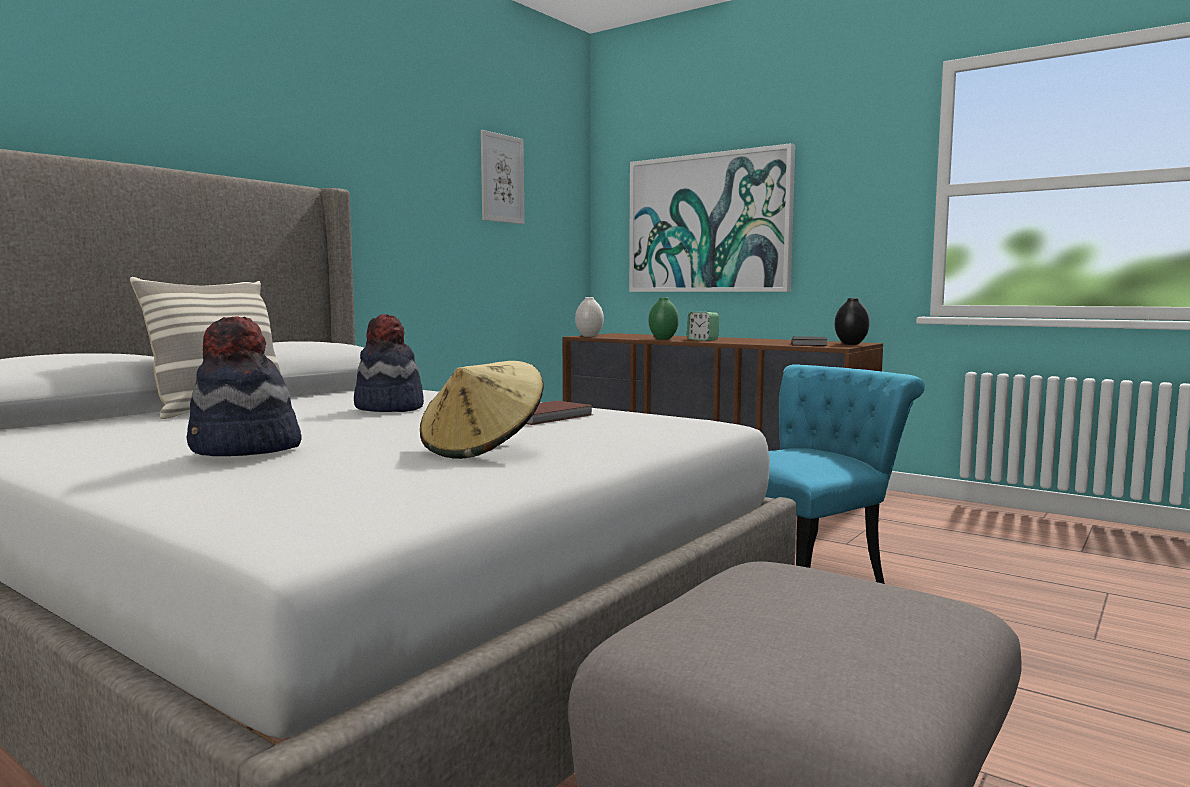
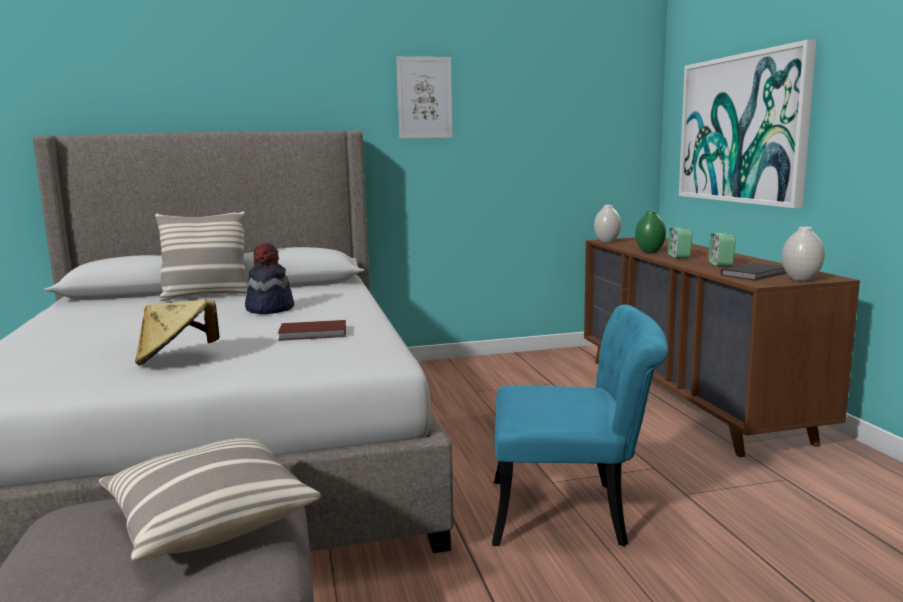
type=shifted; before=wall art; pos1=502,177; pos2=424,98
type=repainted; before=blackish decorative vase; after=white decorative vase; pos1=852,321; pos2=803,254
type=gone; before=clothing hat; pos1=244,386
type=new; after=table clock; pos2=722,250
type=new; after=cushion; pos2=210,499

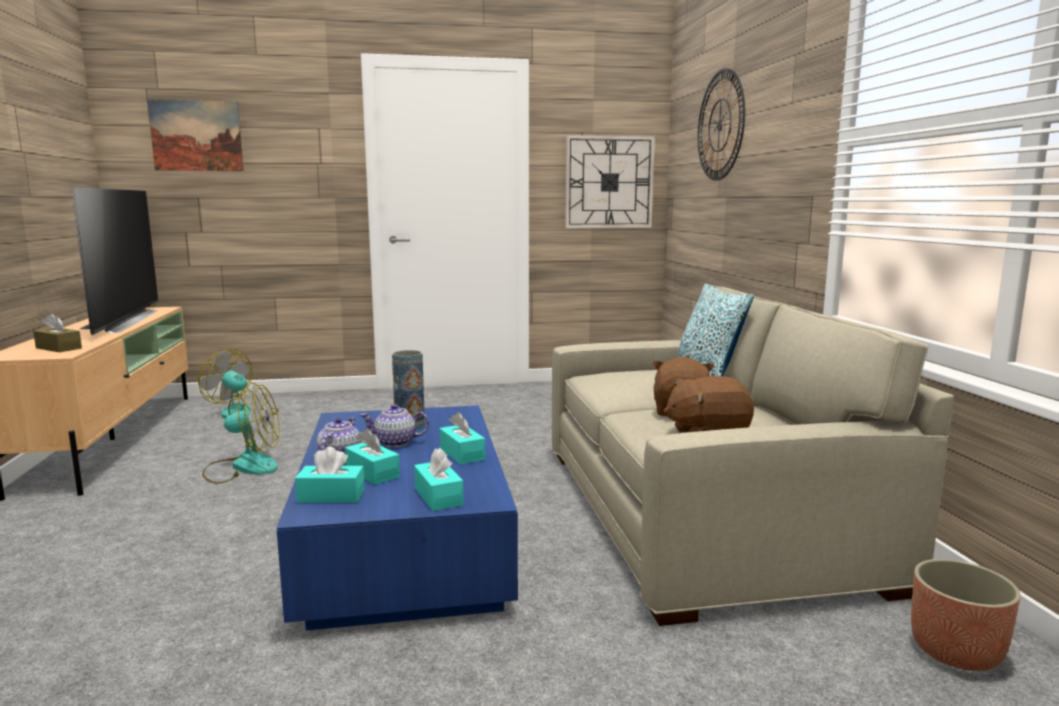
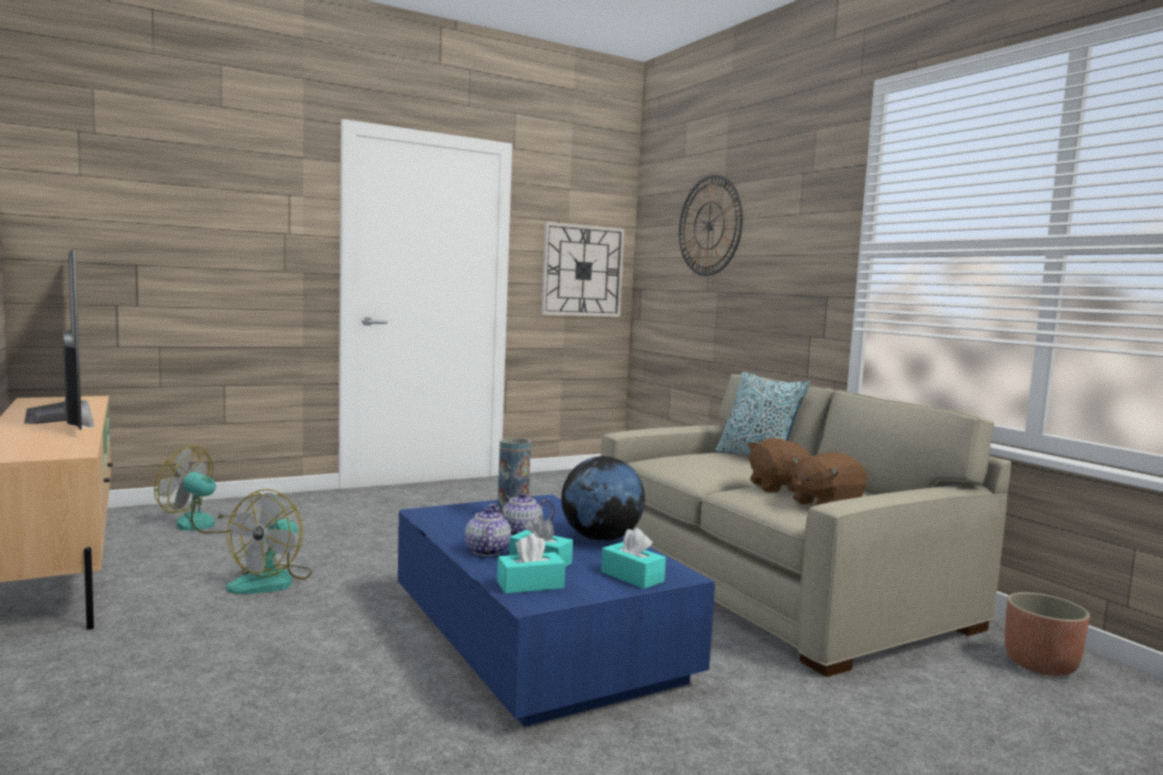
type=gone; before=wall art; pos1=195,135
type=gone; before=brown-coloured box of tissues; pos1=57,333
type=rotated; before=fan; pos1=240,433; pos2=269,541; turn=135
type=swapped; before=turquoise-coloured box of tissues; after=world globe; pos1=462,438; pos2=603,498

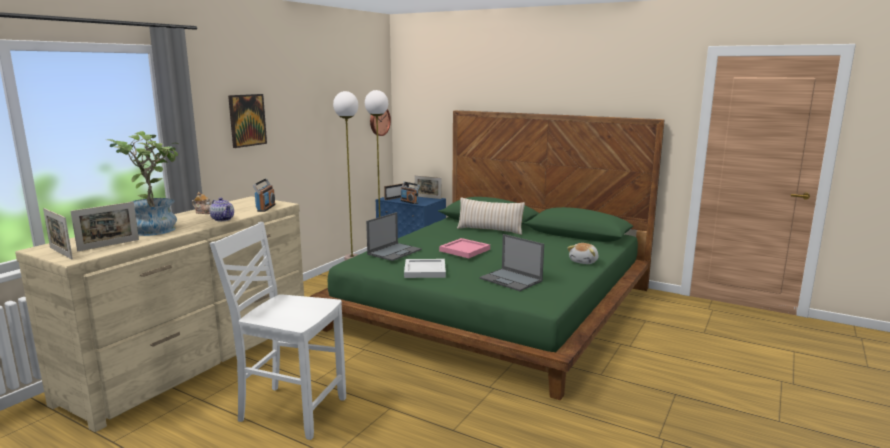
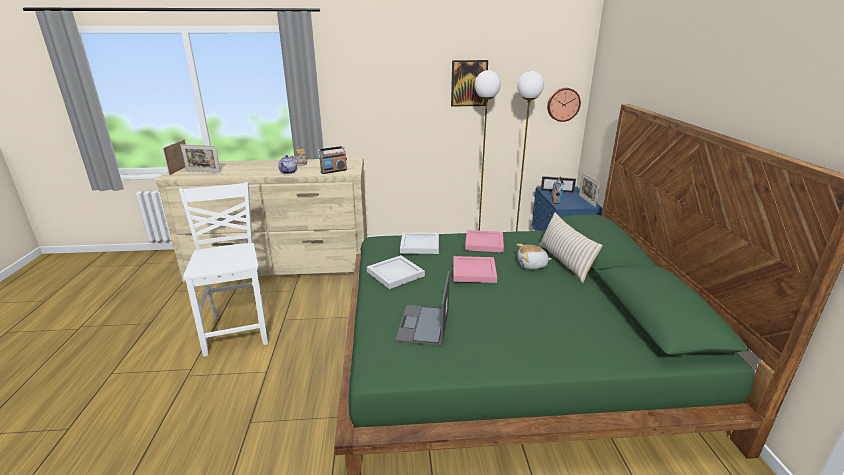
type=shifted; before=wall art; pos1=247,121; pos2=469,83
type=gone; before=houseplant; pos1=143,183
type=swapped; before=laptop; after=white tray; pos1=394,236; pos2=419,243
type=shifted; before=plush toy; pos1=583,253; pos2=534,256
type=new; after=pinkish tray; pos2=484,241

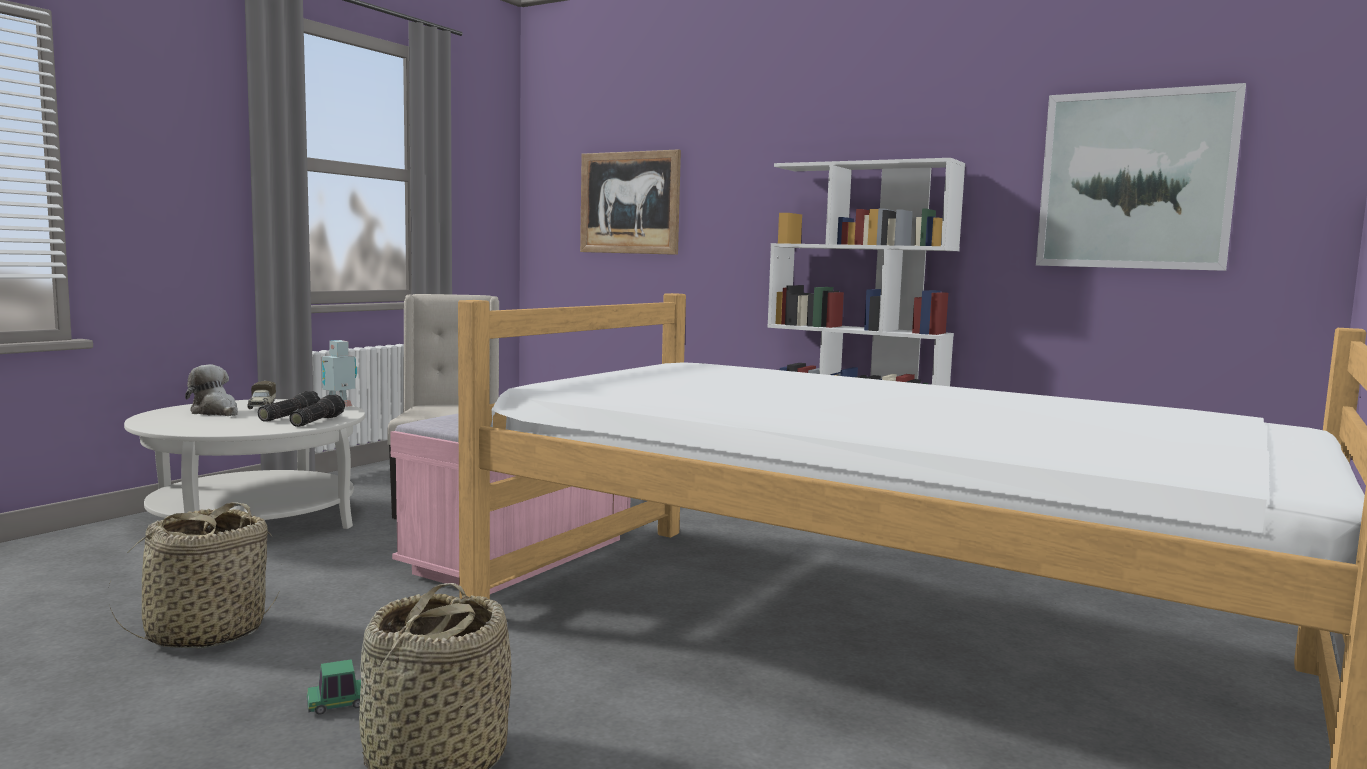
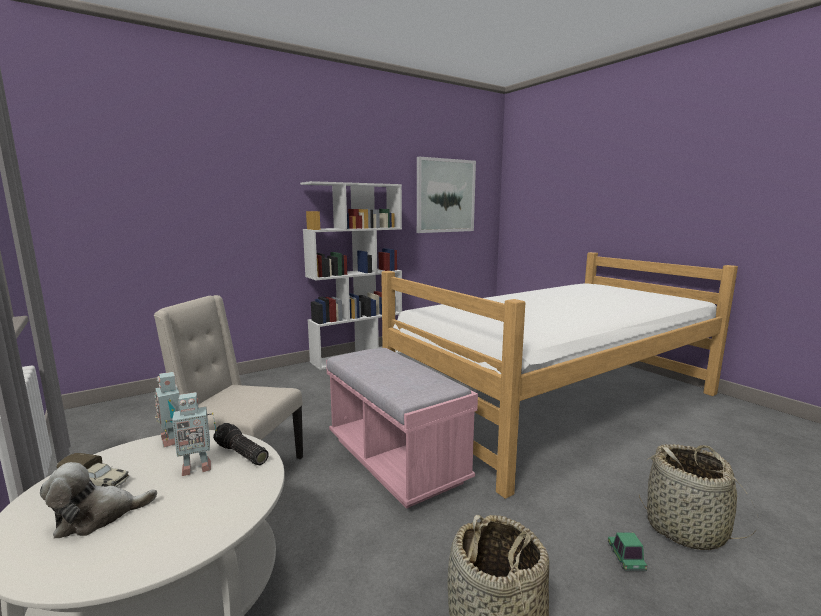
type=gone; before=wall art; pos1=630,202
type=swapped; before=hand torch; after=robot figure; pos1=289,406; pos2=191,434

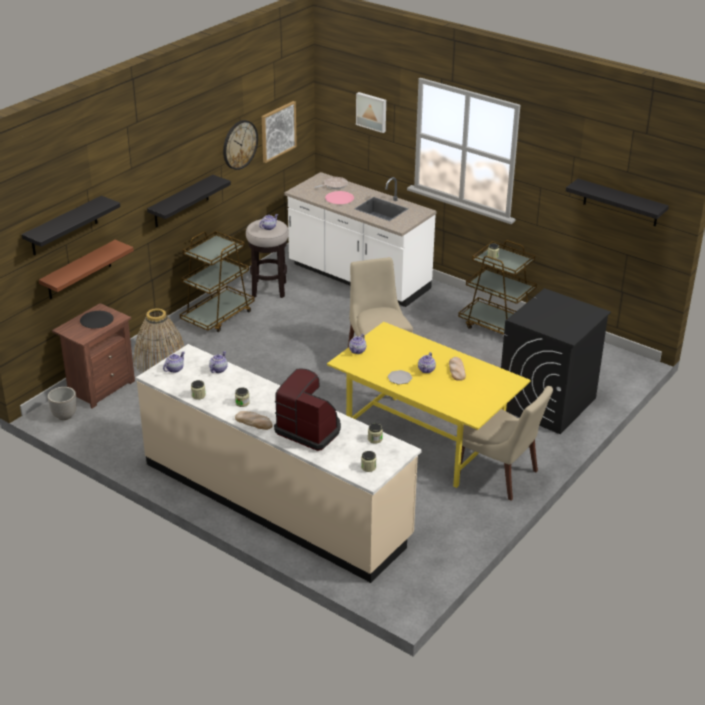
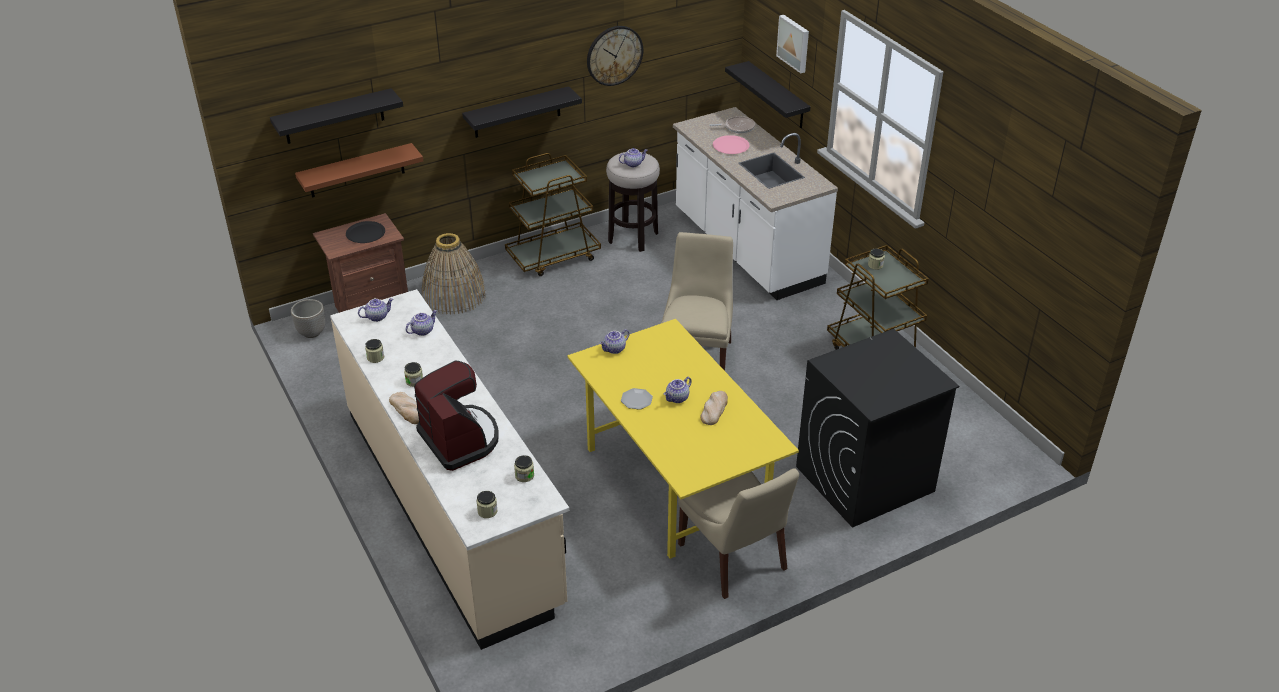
type=gone; before=wall art; pos1=279,132
type=shifted; before=blackish bracket shelf; pos1=617,203; pos2=767,94

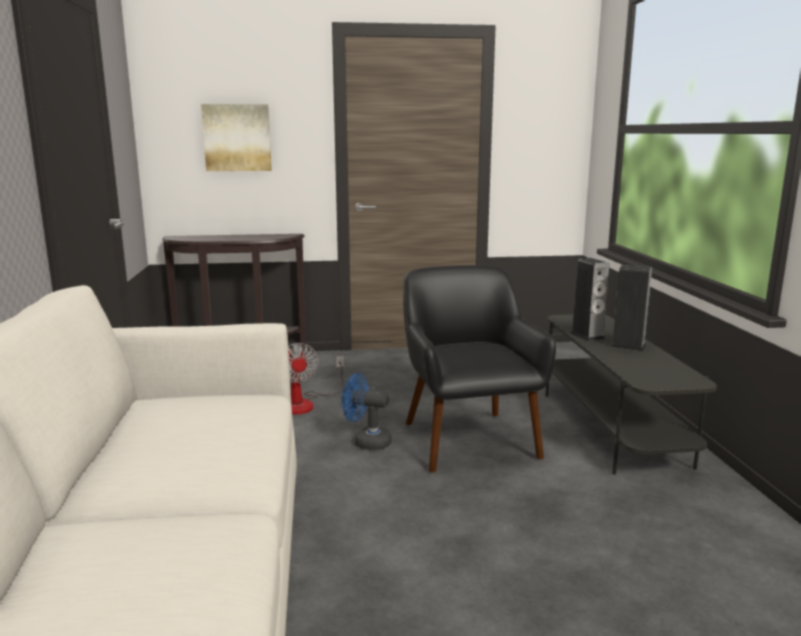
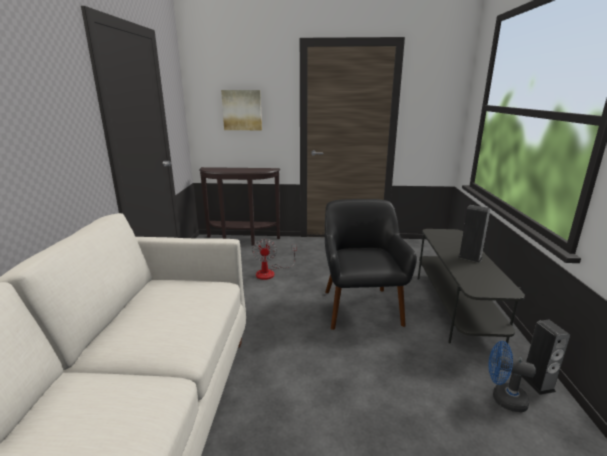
type=shifted; before=loudspeaker; pos1=590,299; pos2=546,357
type=shifted; before=blue fan; pos1=367,411; pos2=512,377

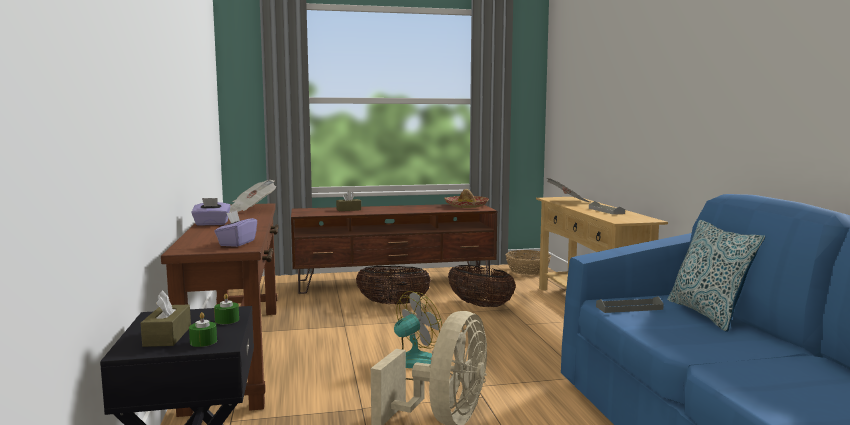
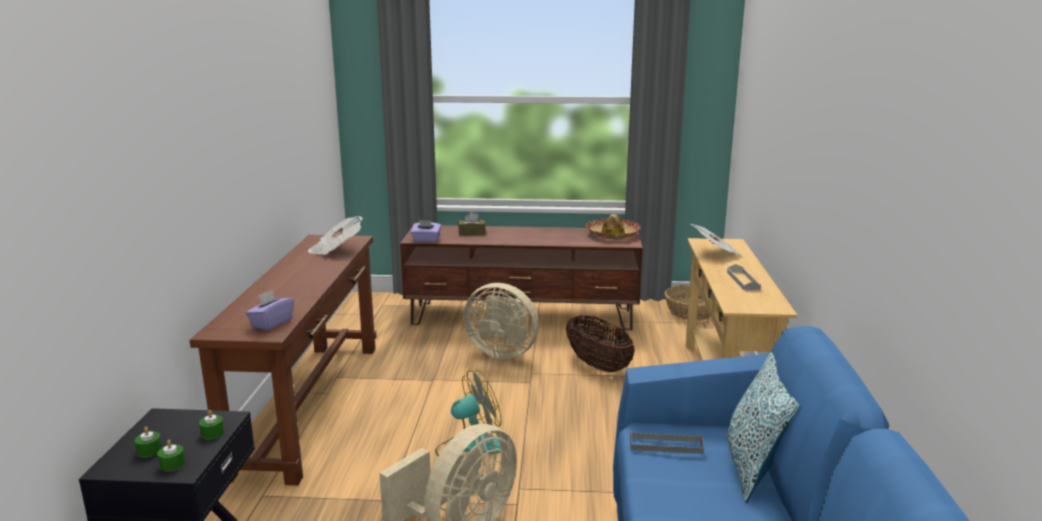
type=shifted; before=purple box of tissues; pos1=211,212; pos2=426,231
type=swapped; before=basket; after=sand-coloured fan; pos1=393,285; pos2=501,321
type=swapped; before=brown-coloured box of tissues; after=green-coloured wax candle; pos1=166,318; pos2=148,442

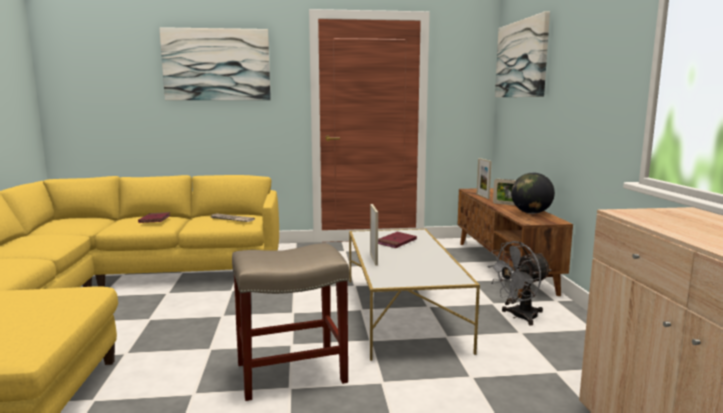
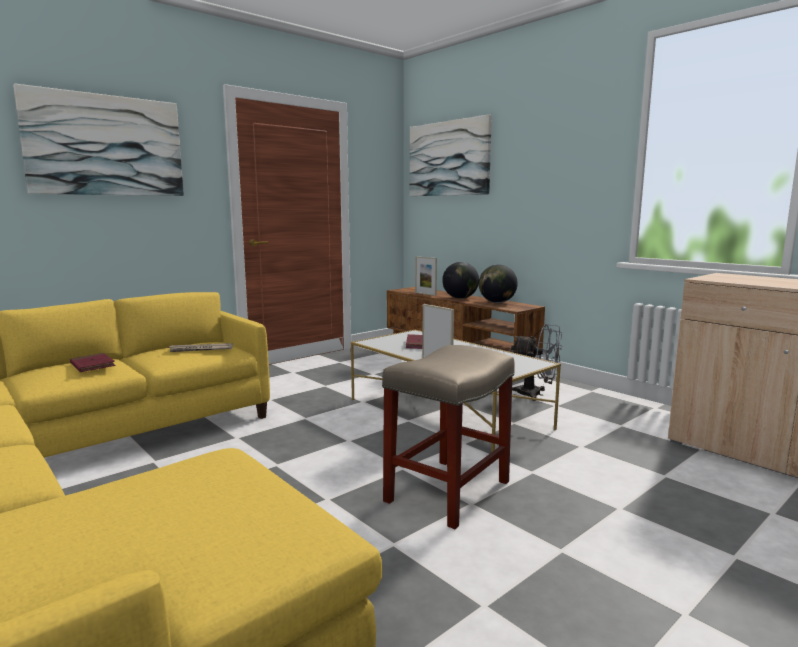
type=swapped; before=photo frame; after=world globe; pos1=504,192; pos2=460,280
type=rotated; before=greyish fan; pos1=519,283; pos2=536,362; turn=-90

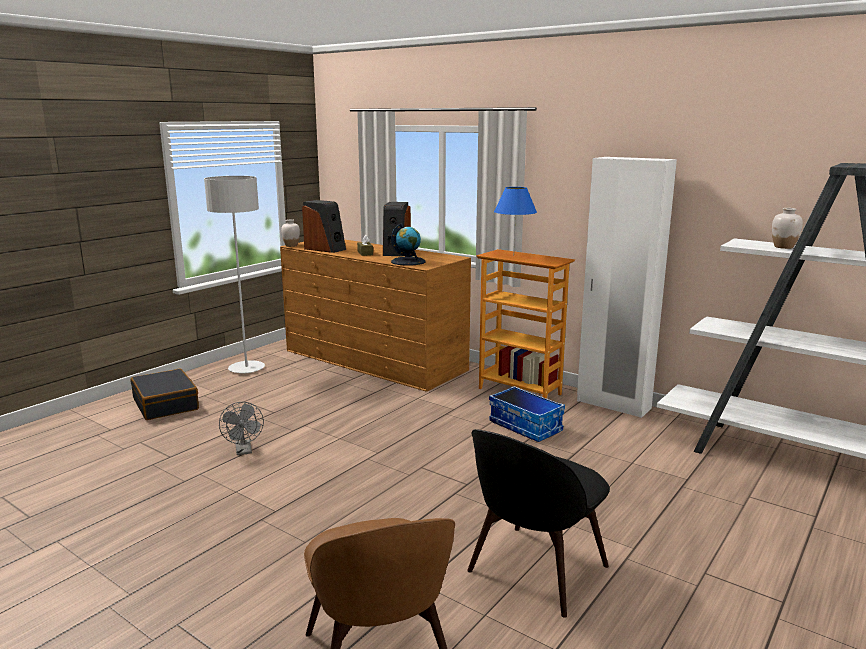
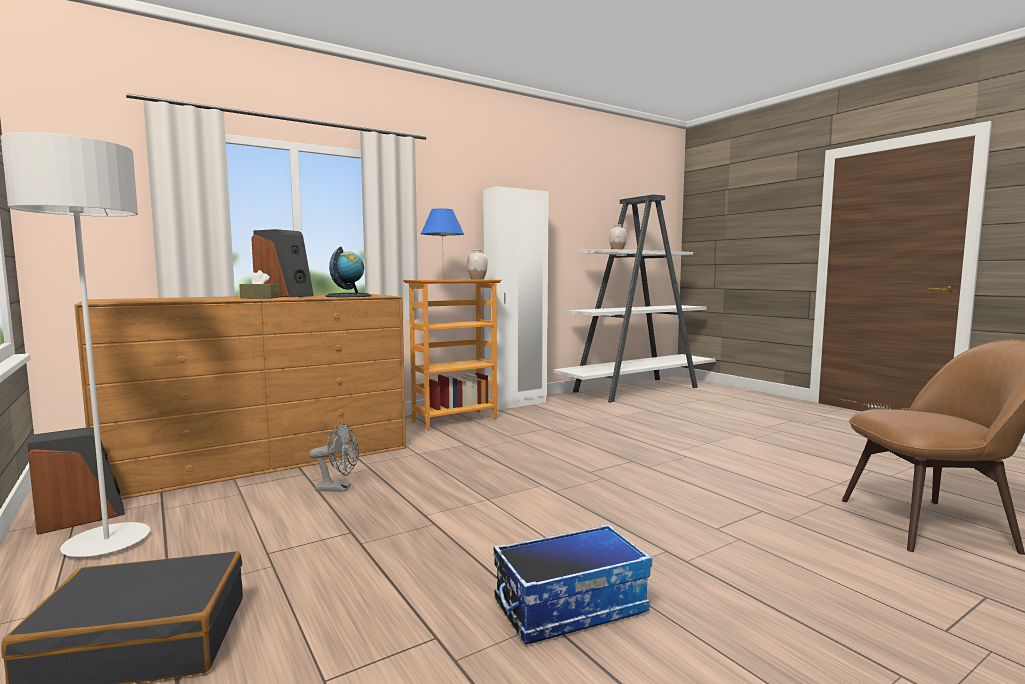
type=shifted; before=loudspeaker; pos1=324,226; pos2=76,481
type=shifted; before=white decorative vase; pos1=290,233; pos2=477,264
type=shifted; before=storage box; pos1=527,414; pos2=572,584
type=shifted; before=greyish fan; pos1=241,428; pos2=334,457
type=gone; before=blackish chair; pos1=538,523

